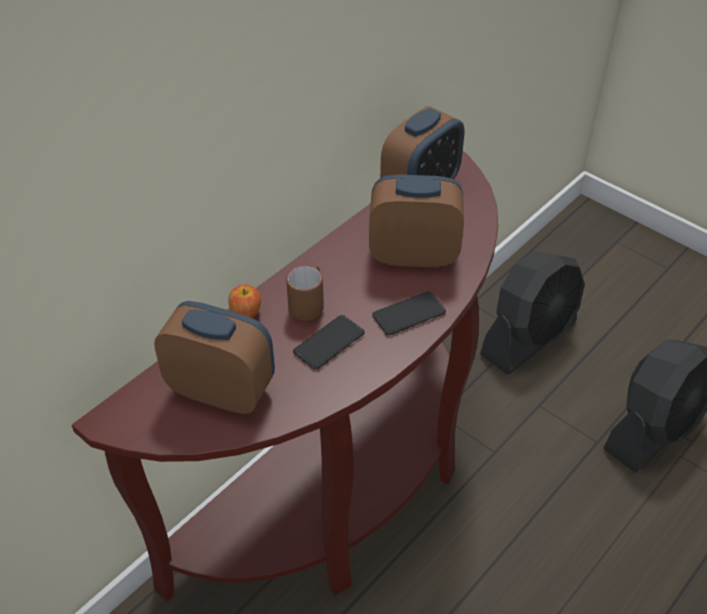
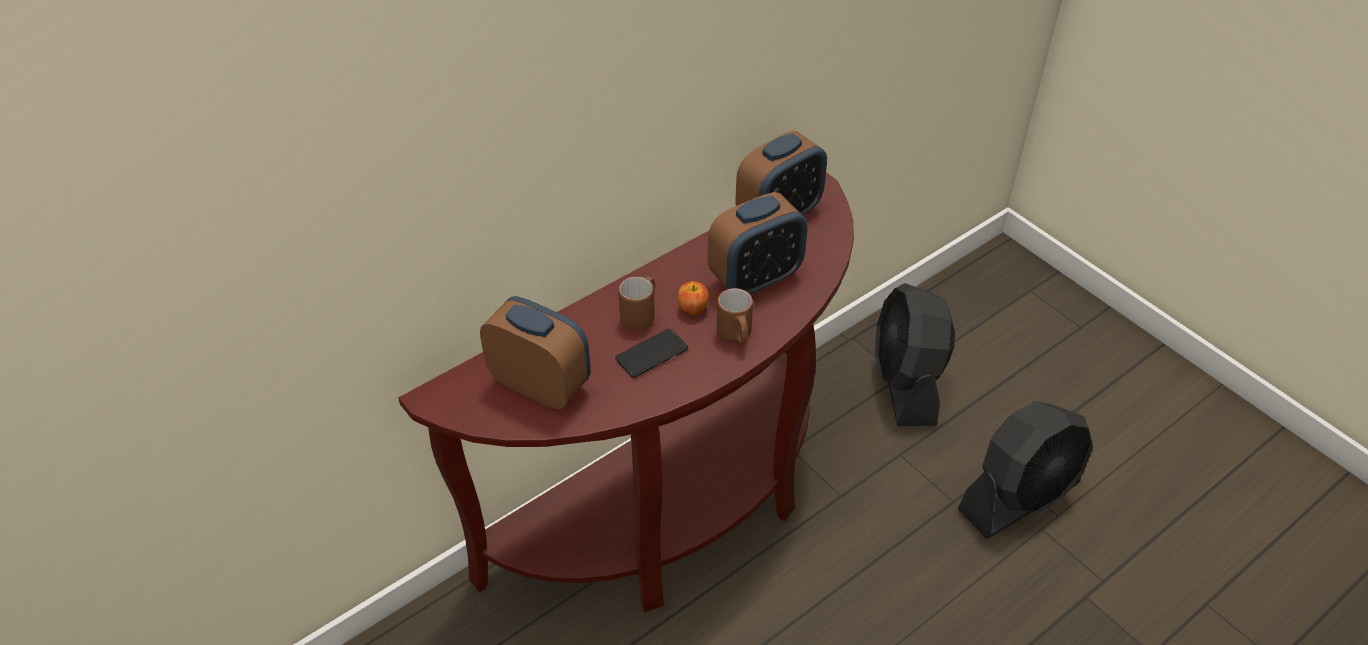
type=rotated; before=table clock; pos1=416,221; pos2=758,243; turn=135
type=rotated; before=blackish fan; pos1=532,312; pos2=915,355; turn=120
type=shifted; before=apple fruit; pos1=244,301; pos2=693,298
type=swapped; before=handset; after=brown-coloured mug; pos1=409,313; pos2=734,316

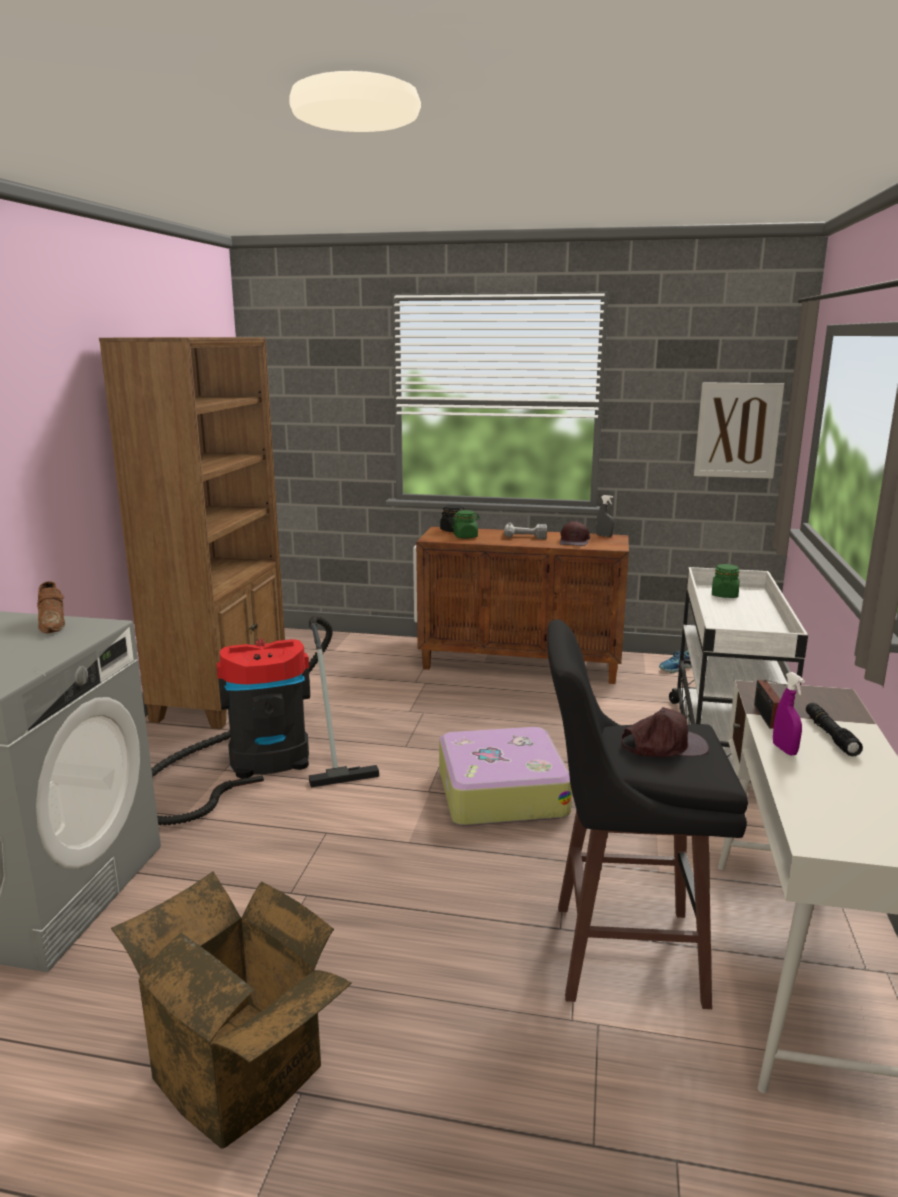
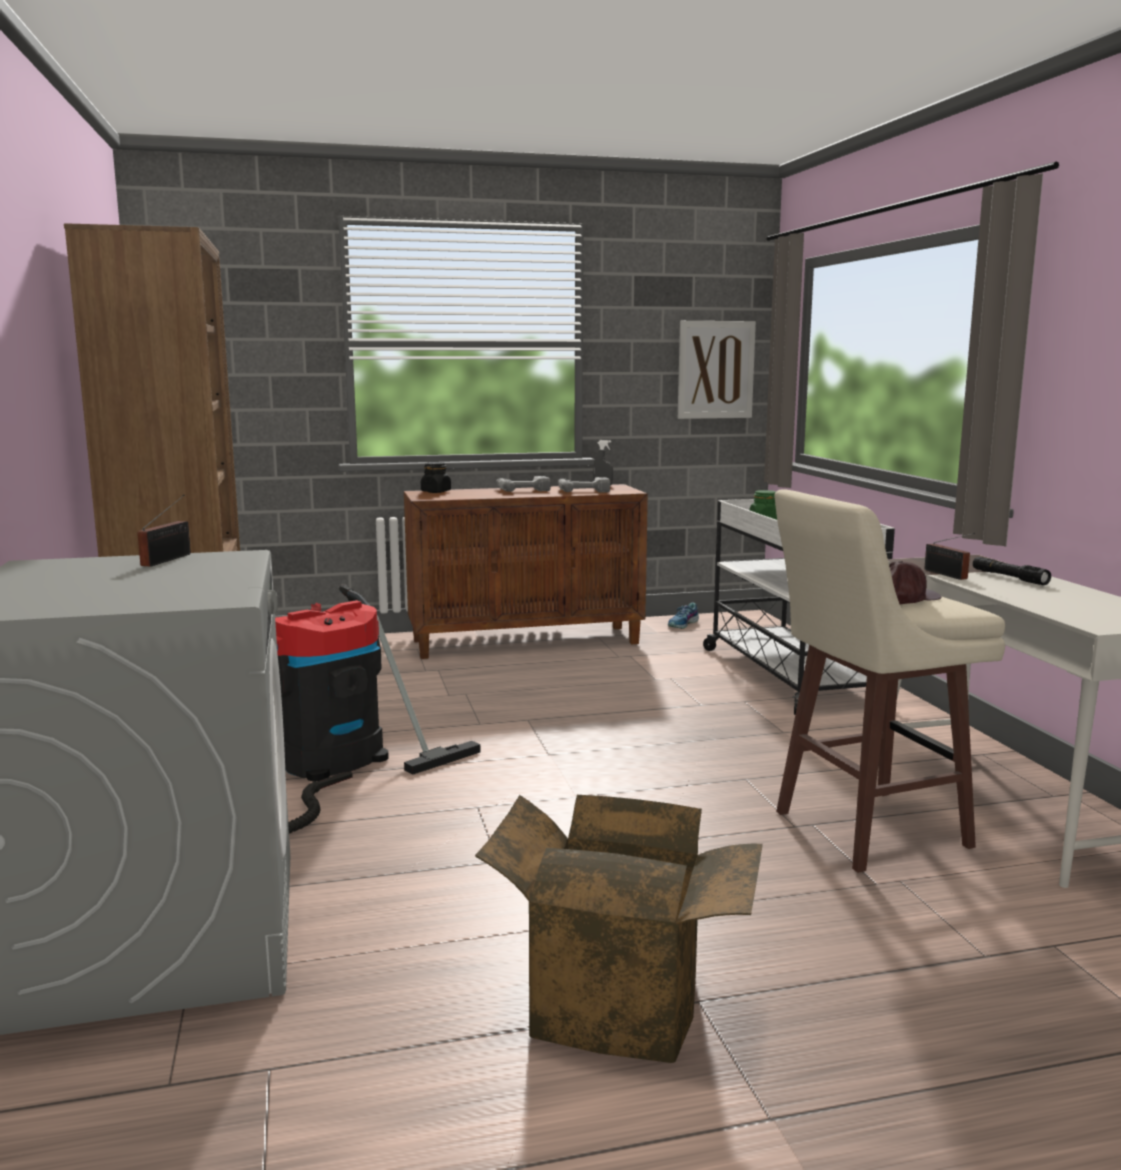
type=gone; before=green-coloured storage jar; pos1=466,524
type=swapped; before=brown-coloured peaked cap; after=power drill; pos1=575,533; pos2=584,485
type=swapped; before=brown-coloured item of footwear; after=radio set; pos1=51,607; pos2=164,530
type=repainted; before=blackish stool seat; after=sand-coloured stool seat; pos1=647,814; pos2=889,681
type=gone; before=purple spray bottle; pos1=789,714
type=gone; before=piece of luggage; pos1=505,776

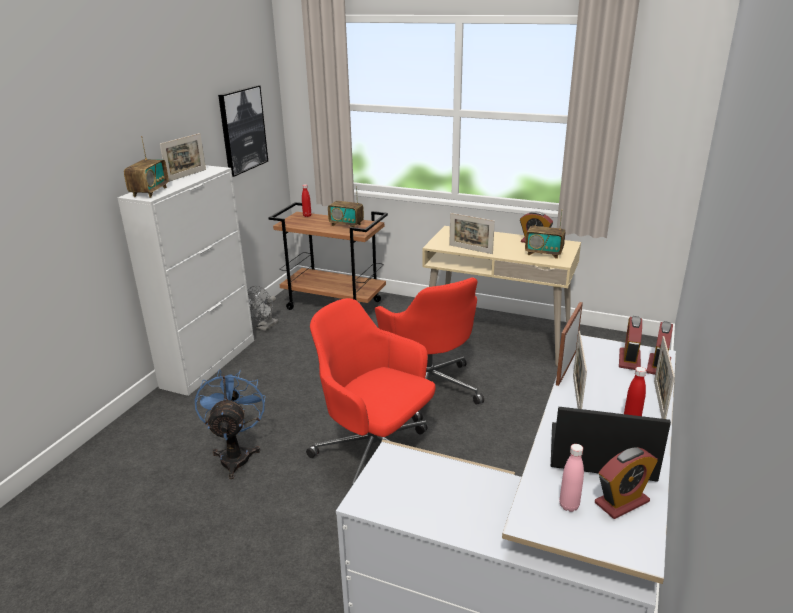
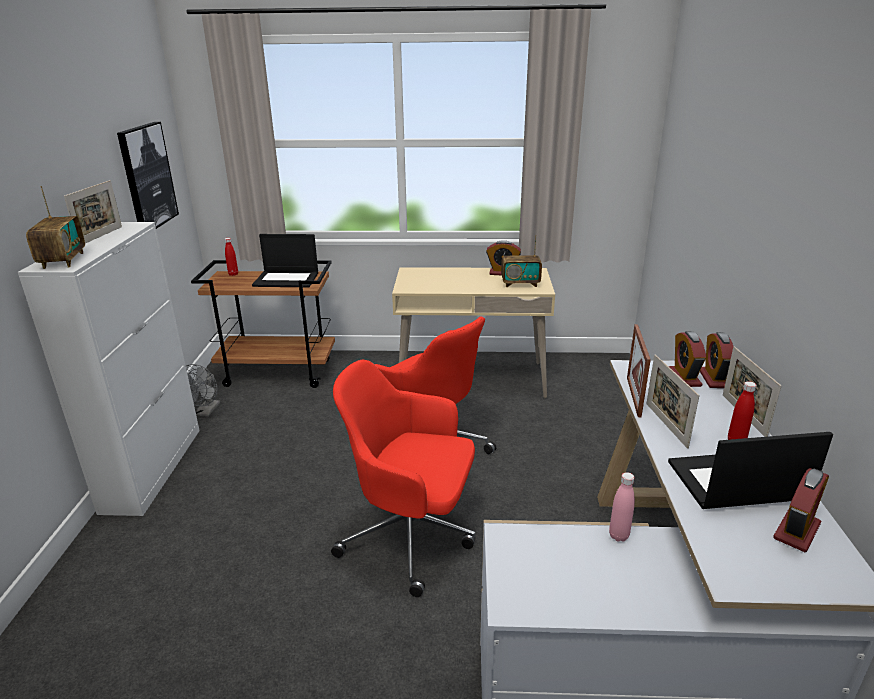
type=swapped; before=radio set; after=laptop; pos1=346,207; pos2=285,260
type=gone; before=photo frame; pos1=472,233
type=gone; before=blue fan; pos1=230,424
type=shifted; before=pinkish beverage bottle; pos1=571,478; pos2=622,507

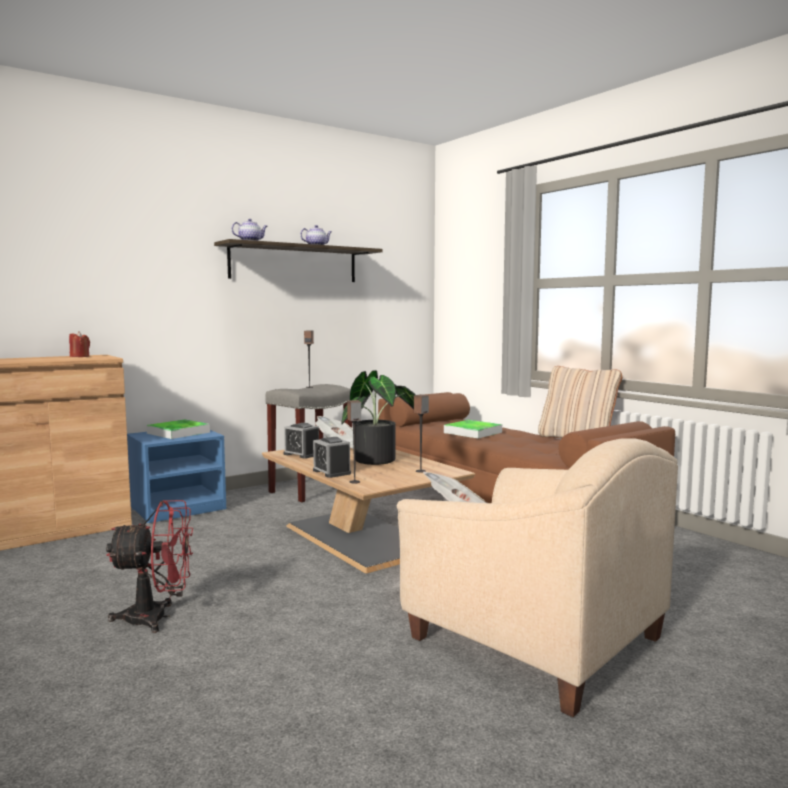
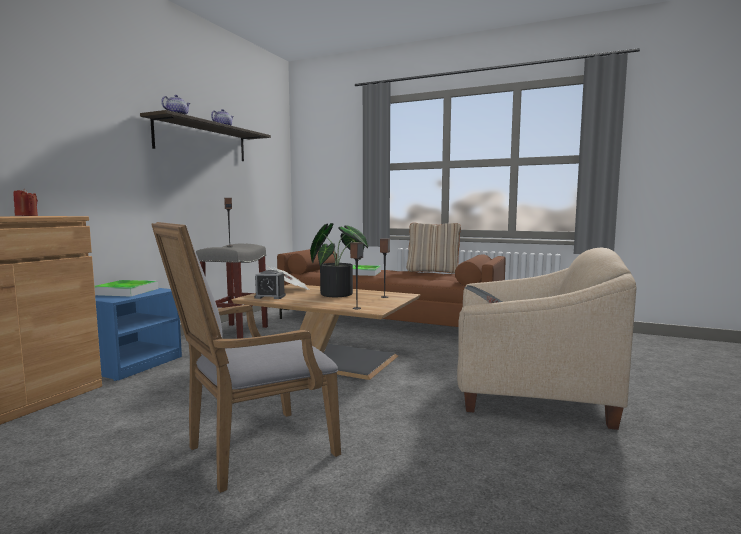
type=gone; before=table clock; pos1=332,457
type=swapped; before=red fan; after=greyish lounge chair; pos1=149,566; pos2=246,357

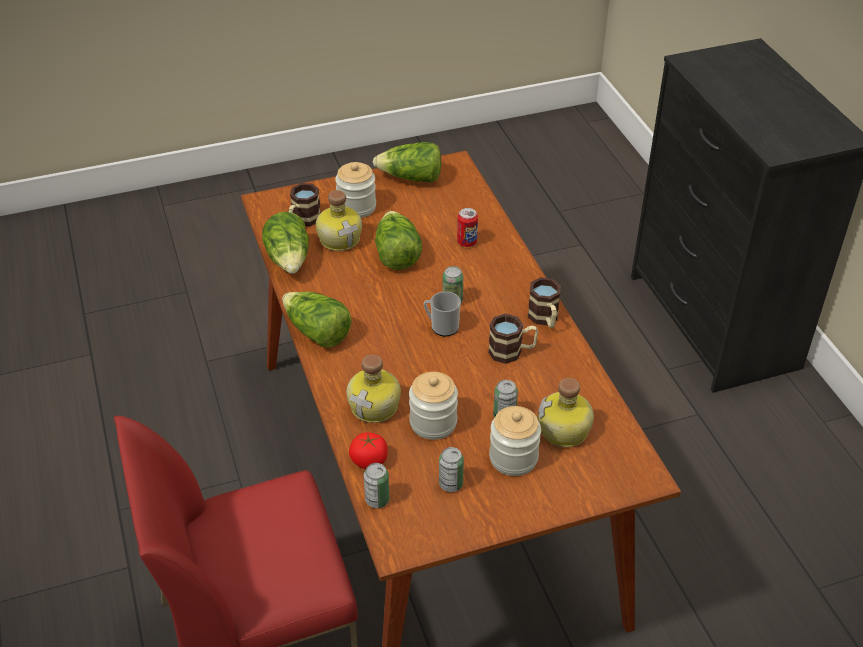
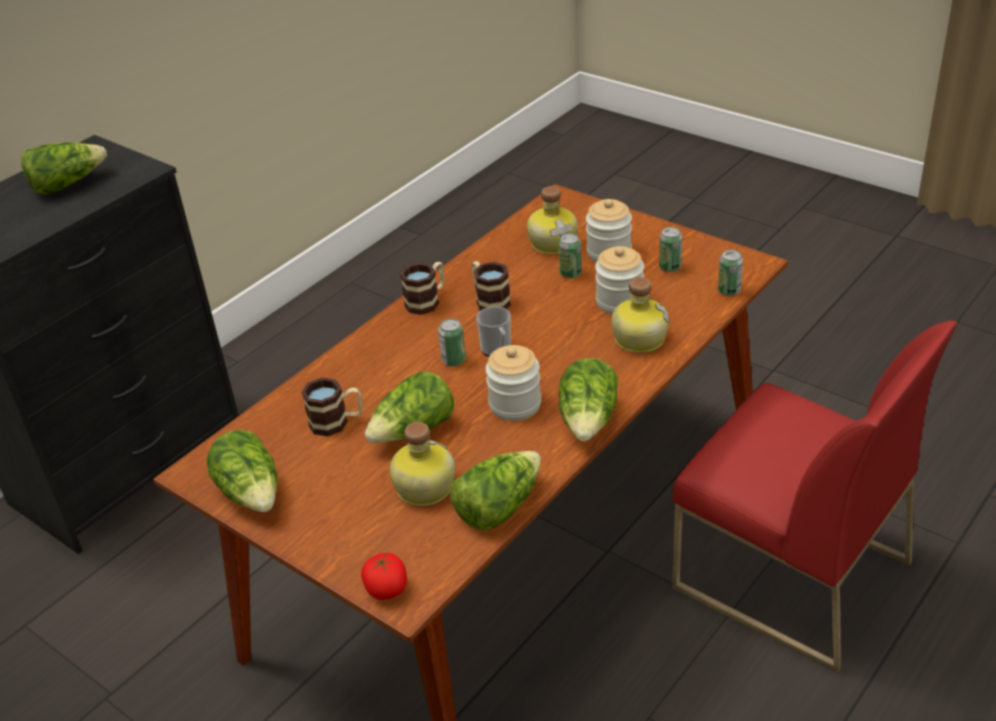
type=shifted; before=storage jar; pos1=355,190; pos2=513,383
type=shifted; before=mug; pos1=305,204; pos2=331,406
type=gone; before=metal can; pos1=467,227
type=shifted; before=tomato; pos1=368,450; pos2=384,576
type=new; after=head of lettuce; pos2=64,168

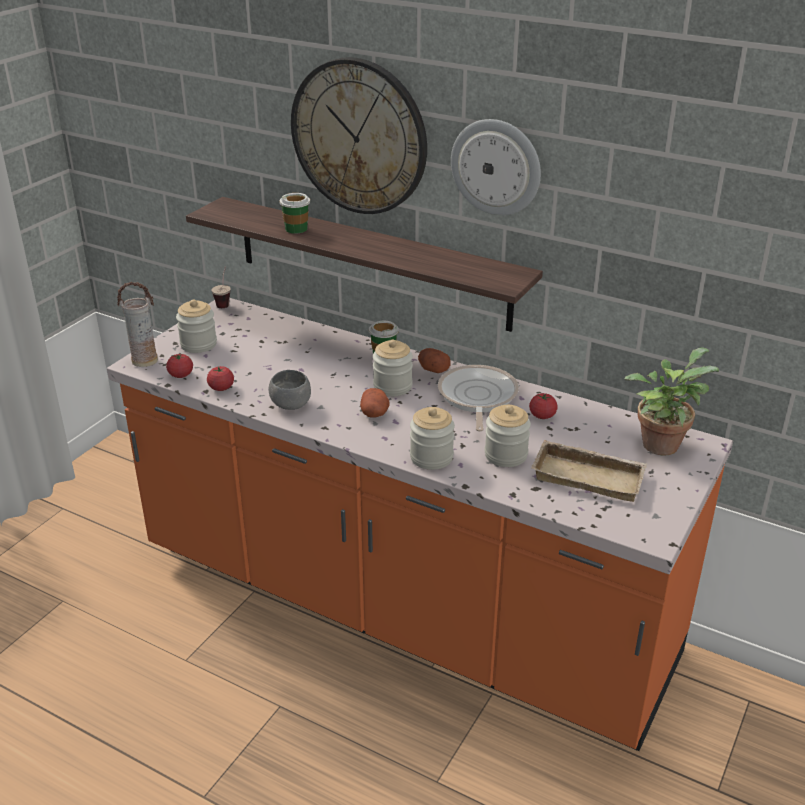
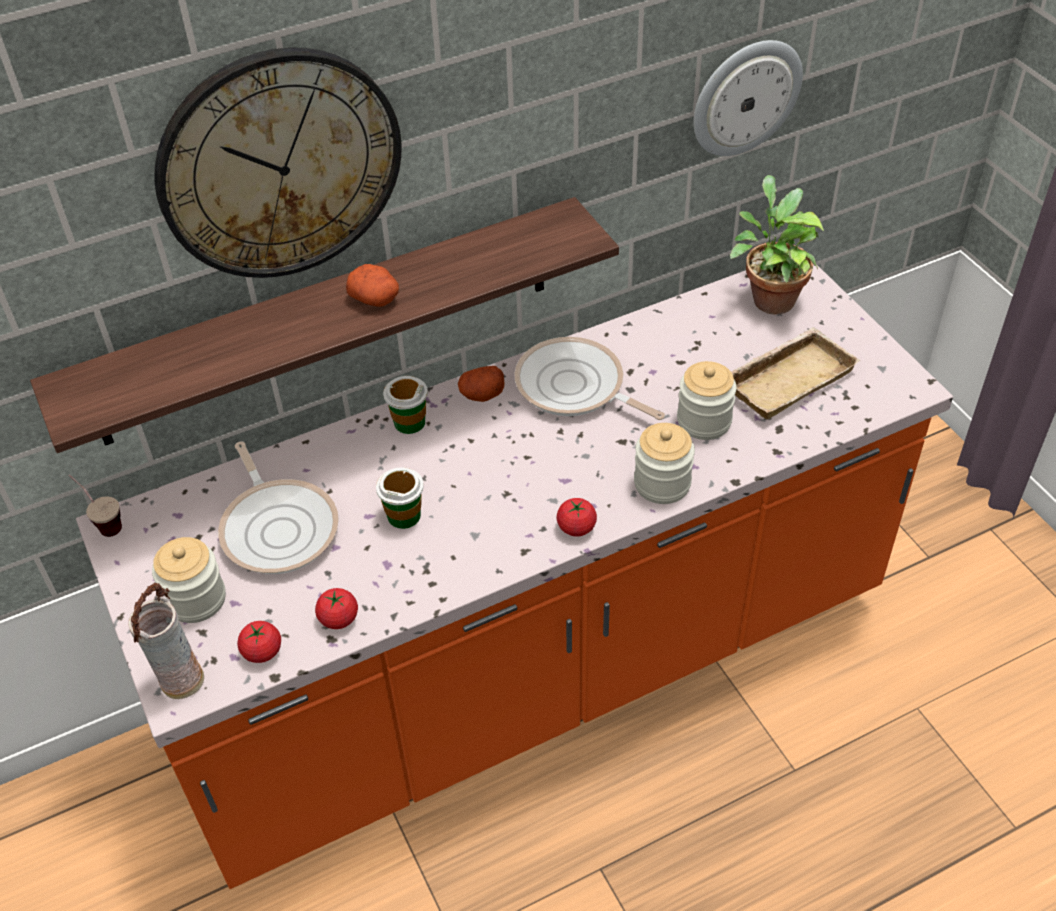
type=shifted; before=hanging clock; pos1=496,167; pos2=748,98
type=shifted; before=small cup; pos1=294,213; pos2=400,498
type=gone; before=storage jar; pos1=393,368
type=gone; before=greyish deep dish; pos1=290,390
type=shifted; before=whole potato; pos1=375,403; pos2=372,285
type=shifted; before=tomato; pos1=543,406; pos2=577,517
type=new; after=skillet; pos2=278,508

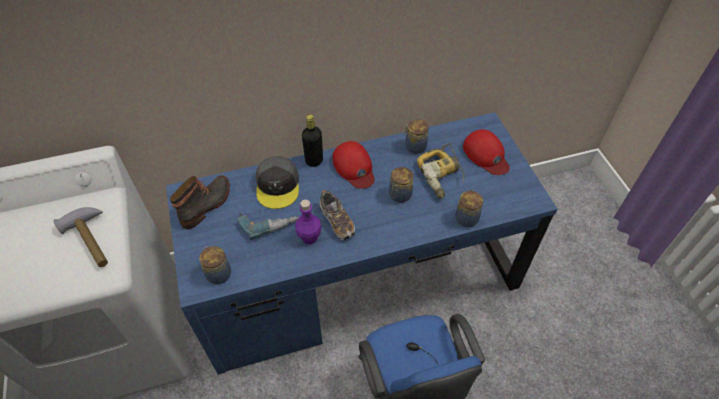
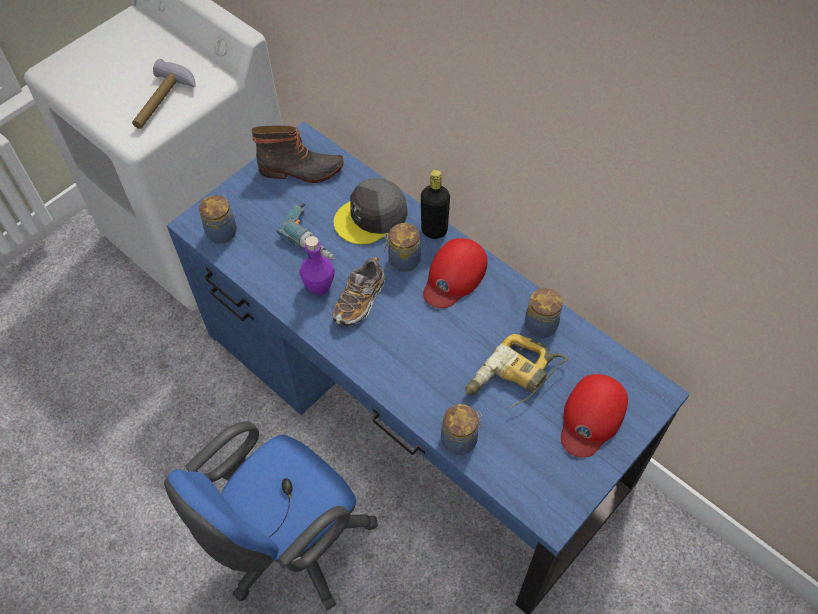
type=shifted; before=storage jar; pos1=401,185; pos2=402,247

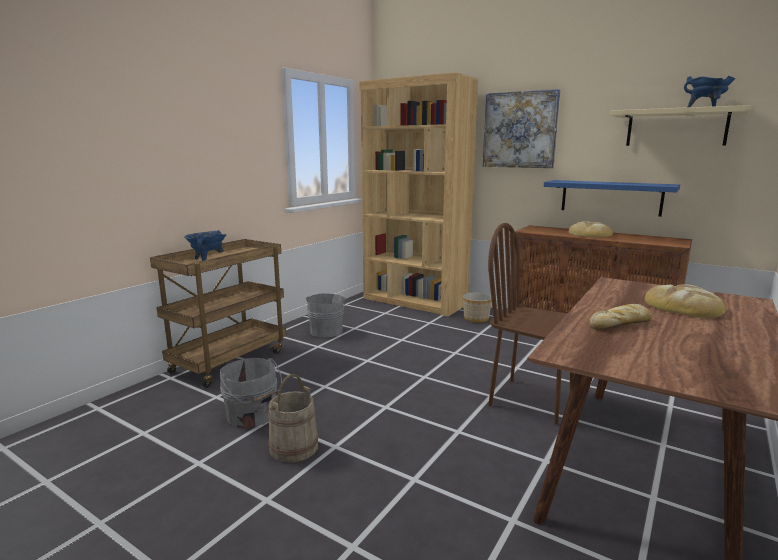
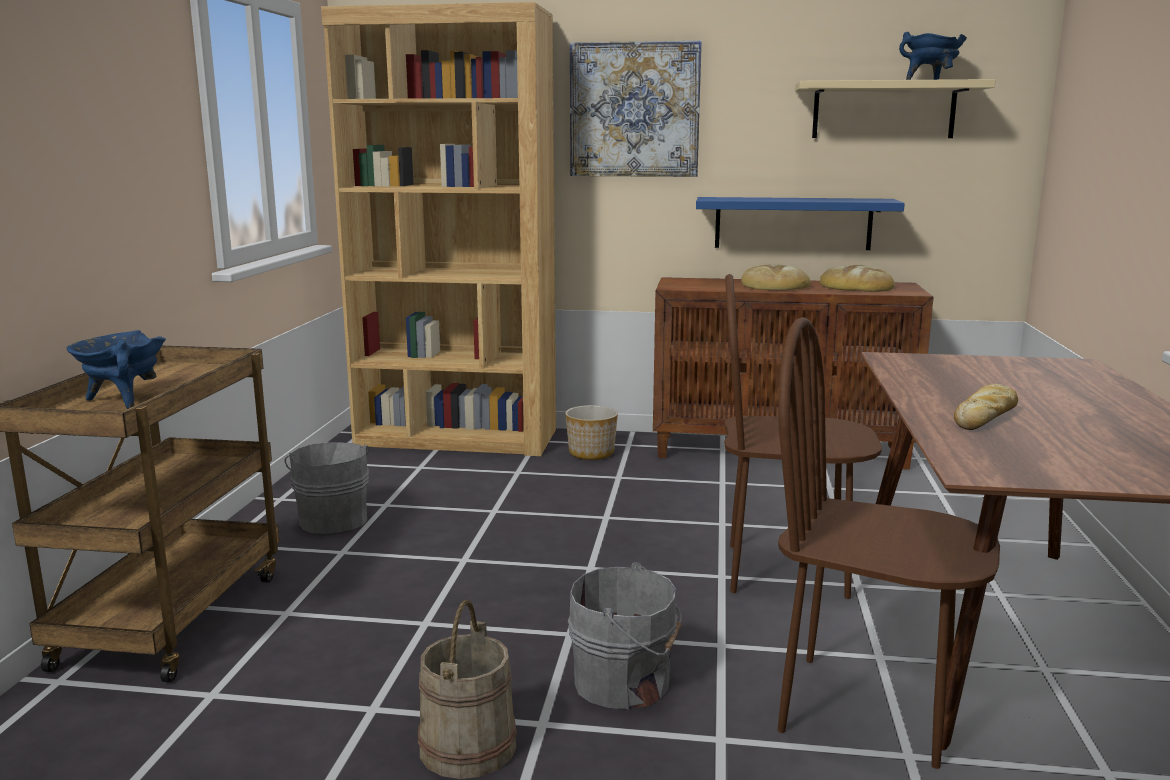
type=shifted; before=baked bread; pos1=685,301; pos2=857,278
type=shifted; before=greyish water bucket; pos1=251,393; pos2=625,635
type=new; after=brown-coloured chair; pos2=889,543

